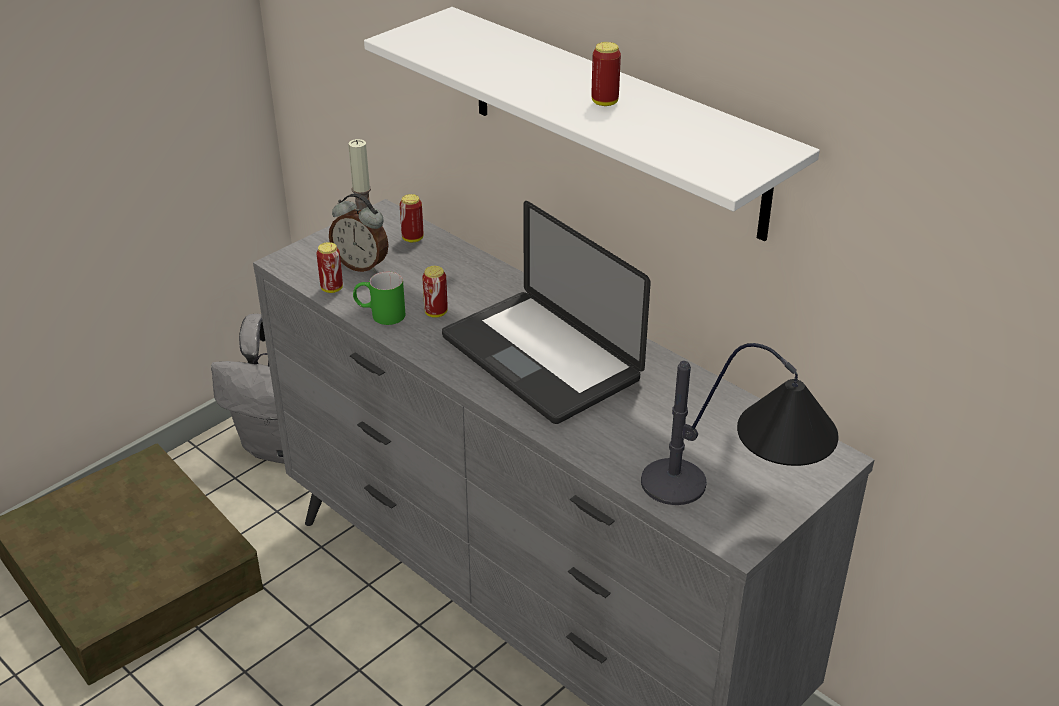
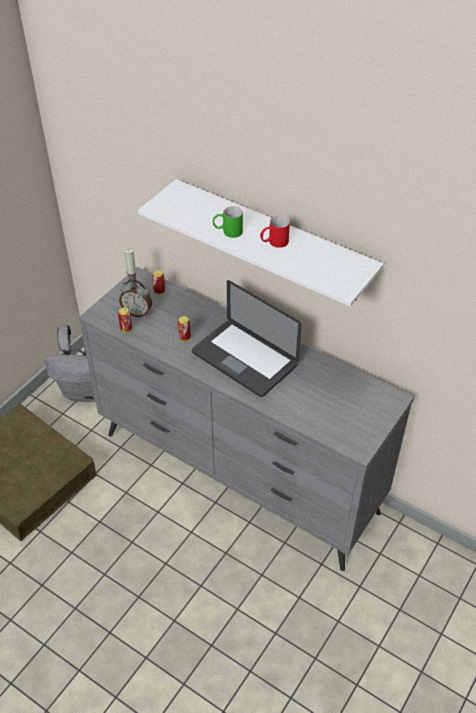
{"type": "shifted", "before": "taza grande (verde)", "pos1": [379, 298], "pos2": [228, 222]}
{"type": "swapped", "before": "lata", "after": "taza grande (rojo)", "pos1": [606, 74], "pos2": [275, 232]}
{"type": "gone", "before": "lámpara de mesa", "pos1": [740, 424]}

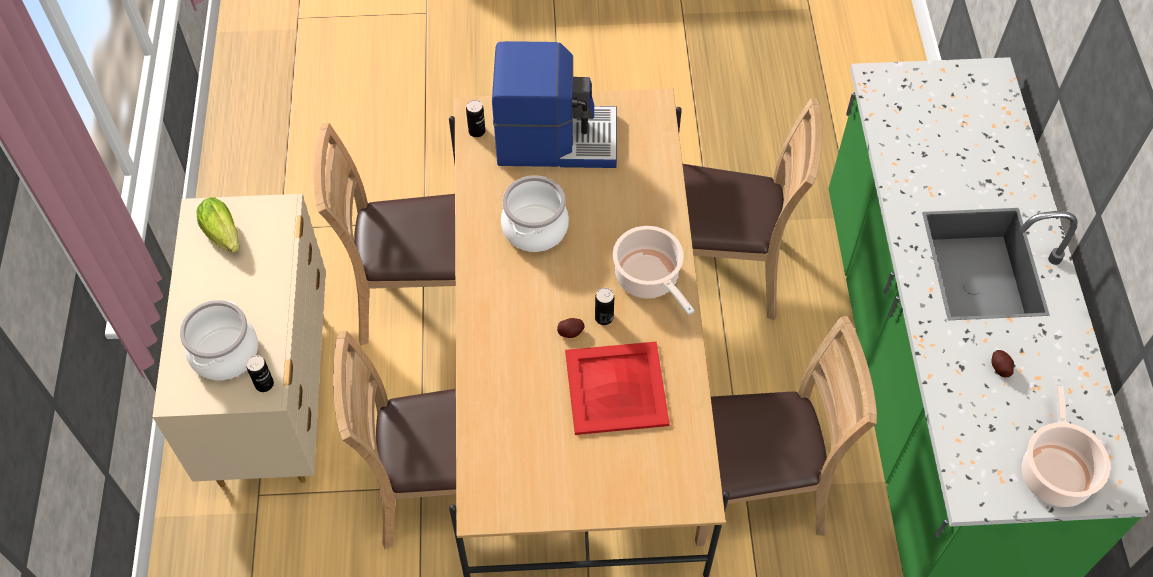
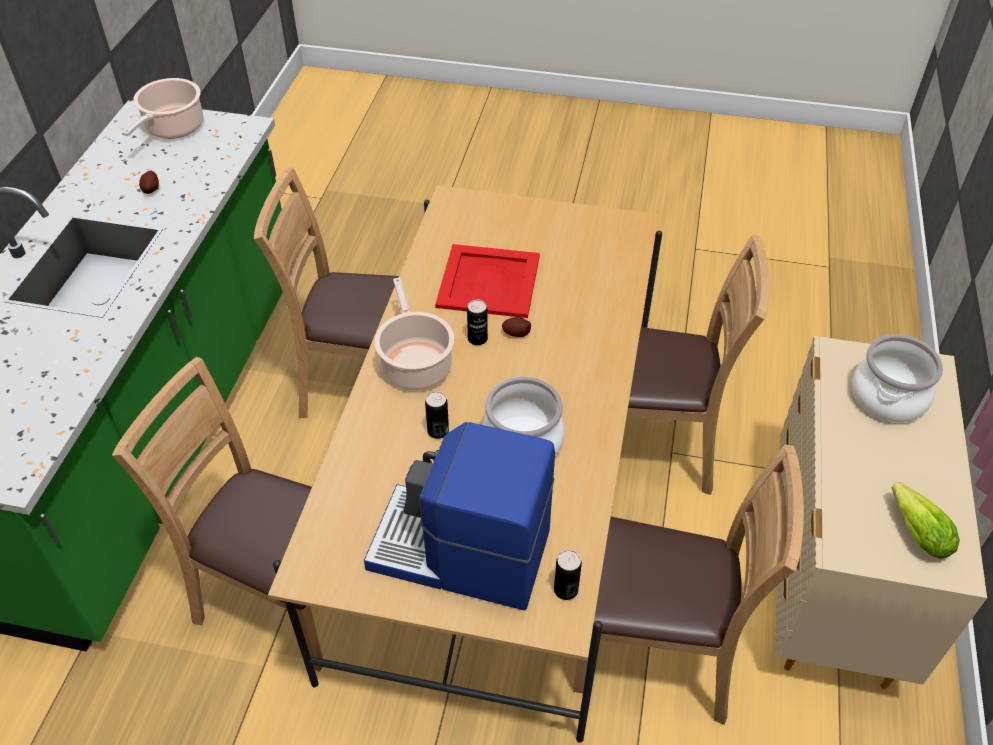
{"type": "shifted", "before": "lata", "pos1": [260, 373], "pos2": [437, 415]}

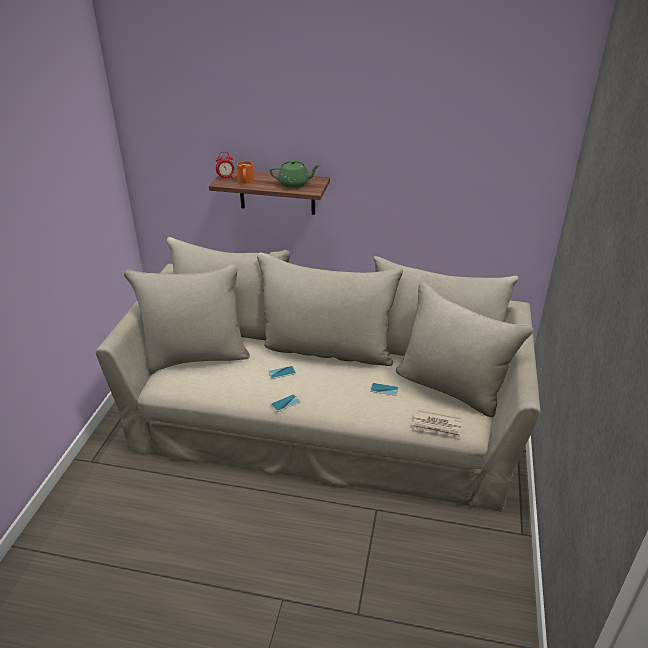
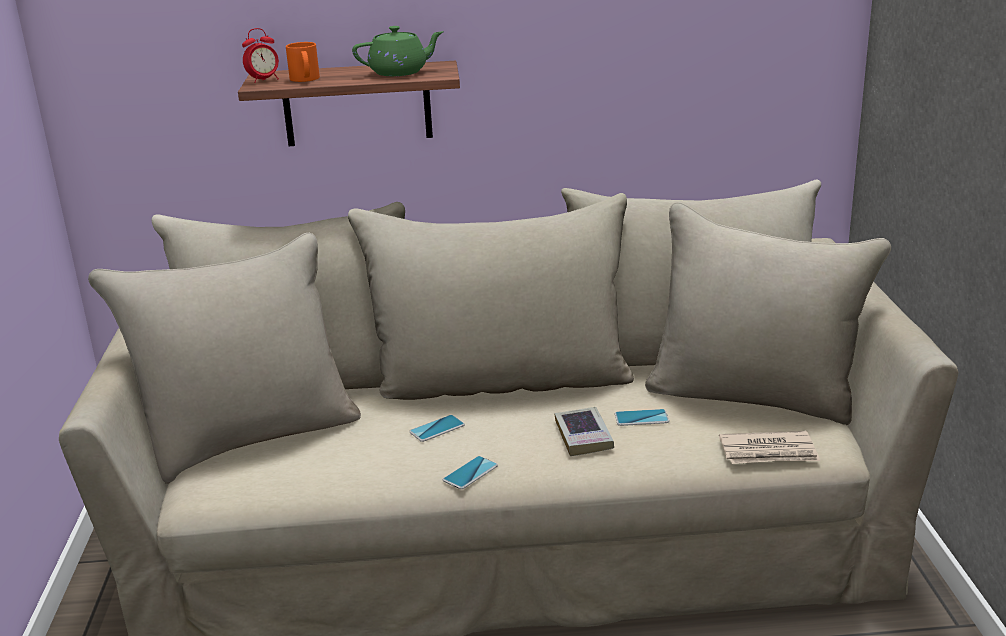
{"type": "new", "after": "libro", "pos2": [584, 431]}

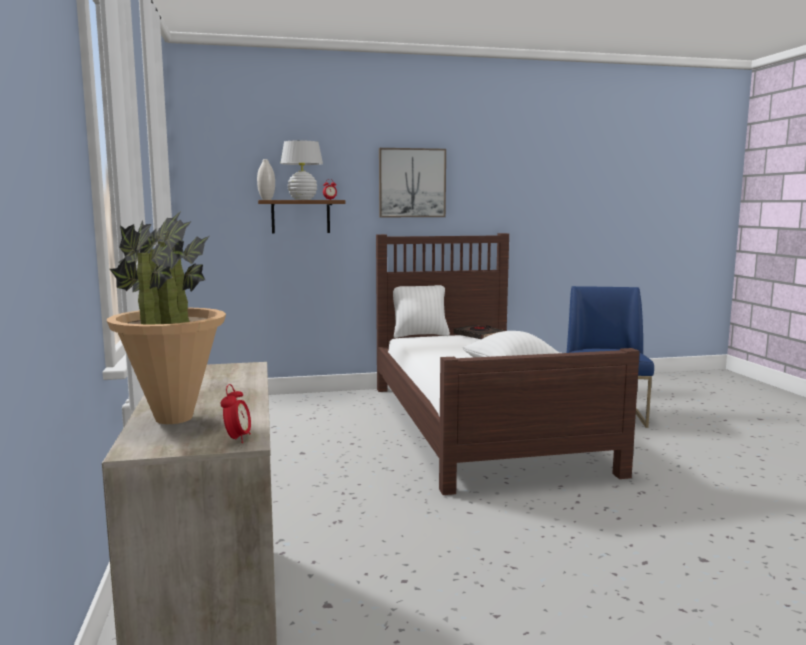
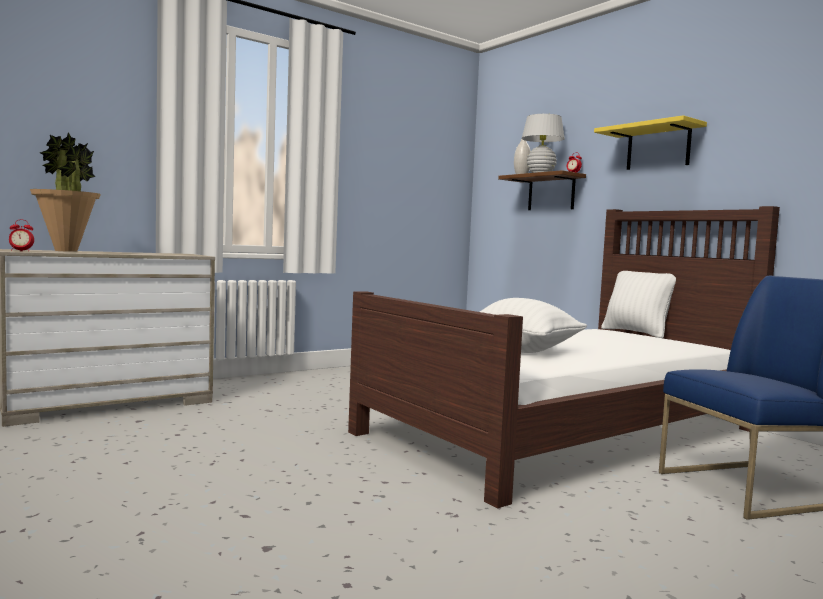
{"type": "swapped", "before": "cuadro", "after": "estante (amarillo)", "pos1": [412, 182], "pos2": [650, 142]}
{"type": "gone", "before": "libro (negro)", "pos1": [479, 332]}

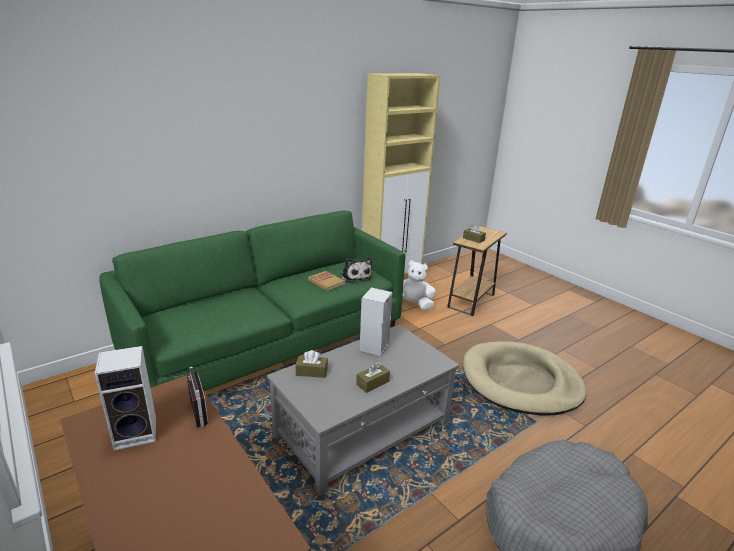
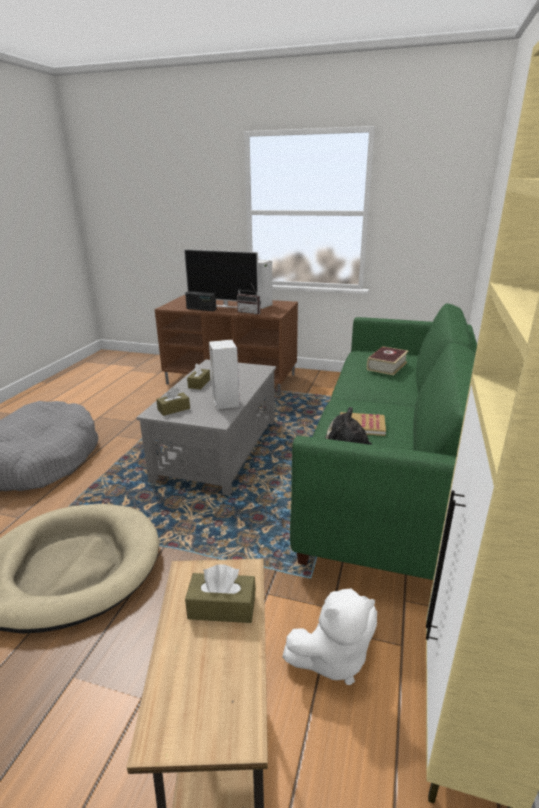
{"type": "shifted", "before": "caja de pañuelos (marrón)", "pos1": [311, 364], "pos2": [173, 401]}
{"type": "new", "after": "televisor", "pos2": [221, 278]}
{"type": "new", "after": "radio", "pos2": [200, 301]}
{"type": "new", "after": "libro", "pos2": [387, 360]}

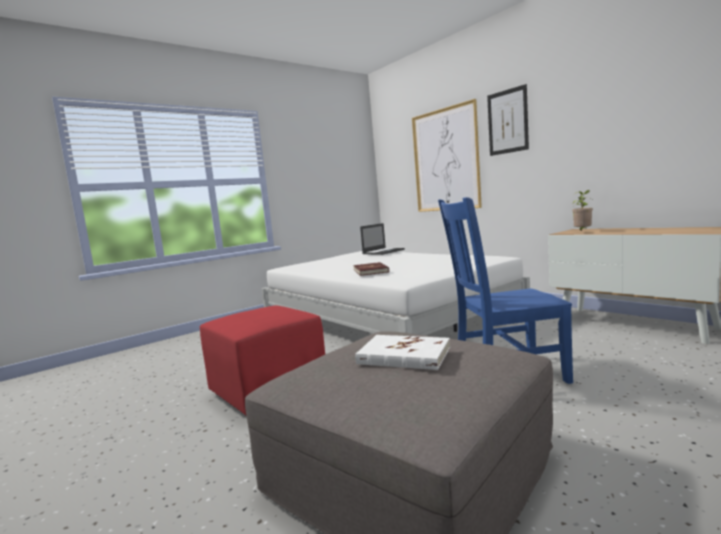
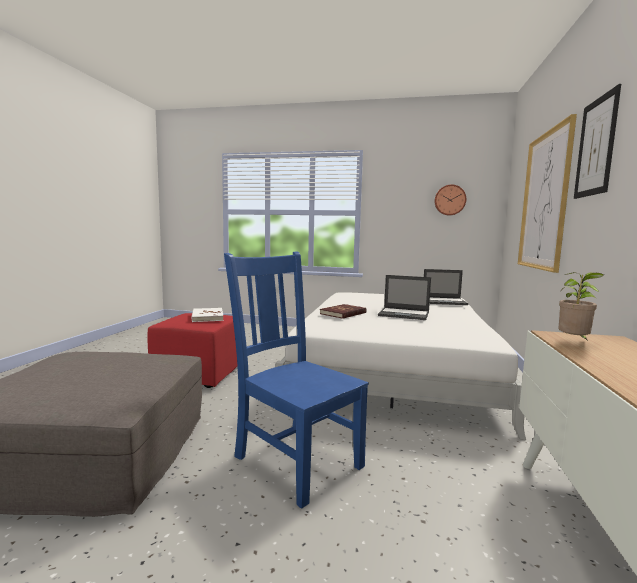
{"type": "shifted", "before": "libro (blanco)", "pos1": [402, 352], "pos2": [207, 315]}
{"type": "new", "after": "portátil", "pos2": [404, 297]}
{"type": "new", "after": "reloj de pared", "pos2": [450, 200]}

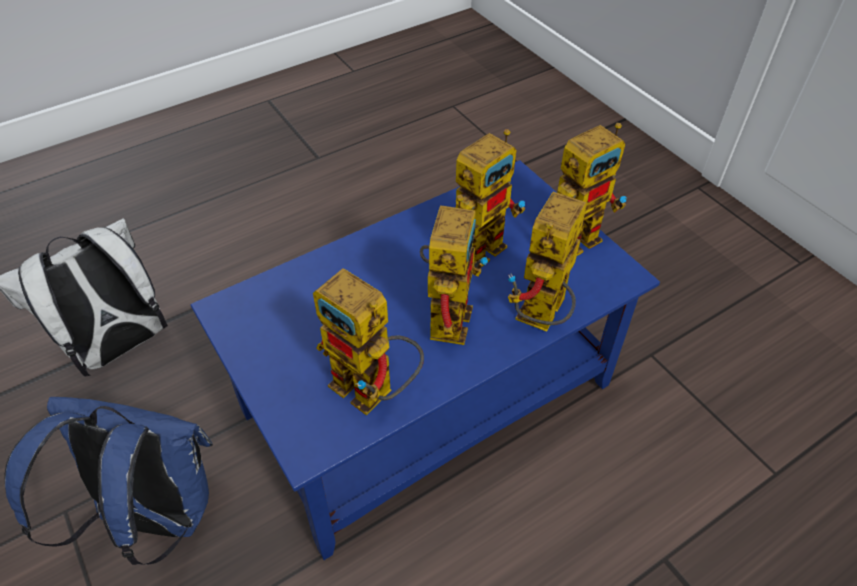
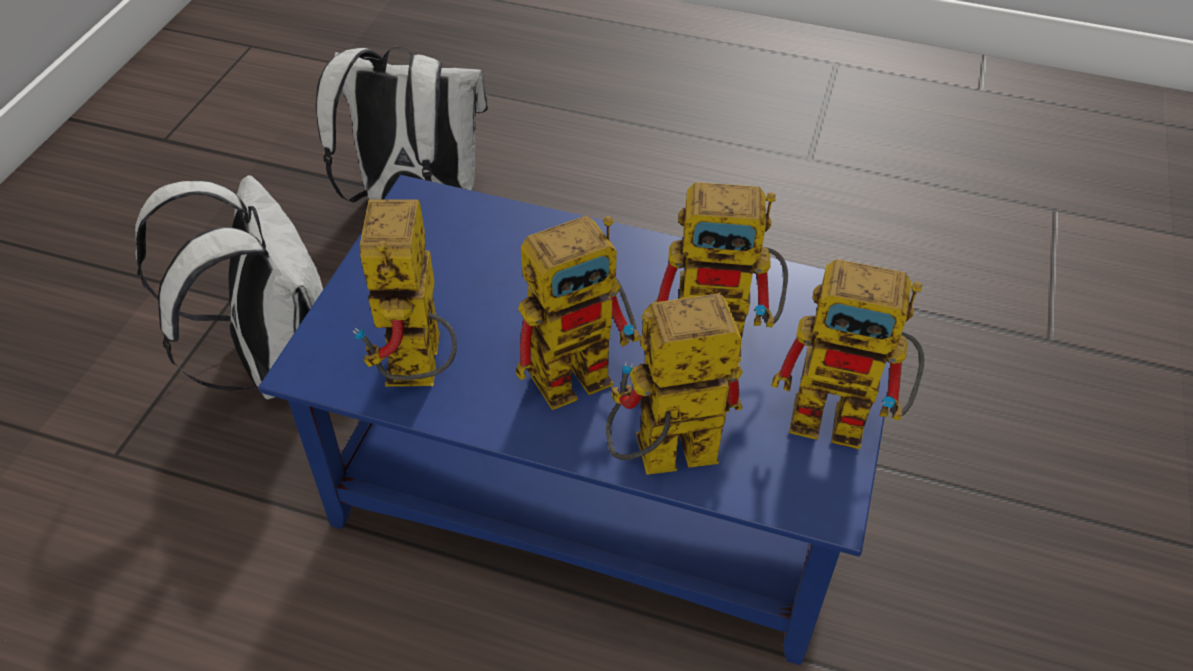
{"type": "repainted", "before": "mochila (azul)", "after": "mochila (blanco)", "pos1": [108, 481], "pos2": [229, 287]}

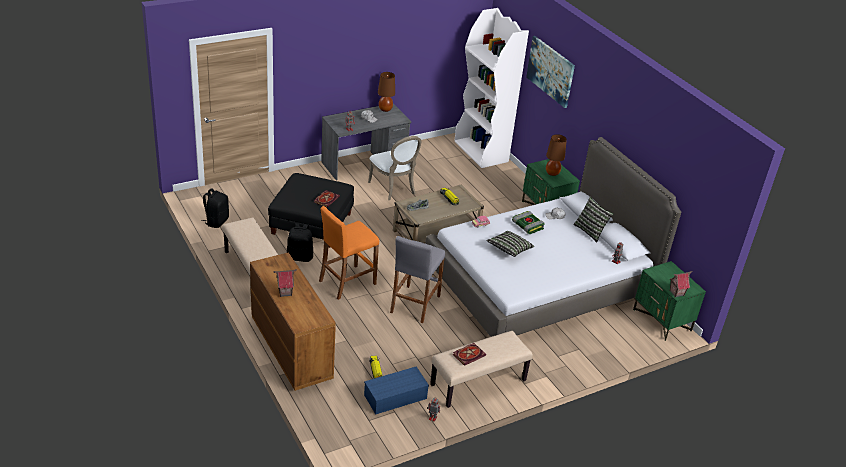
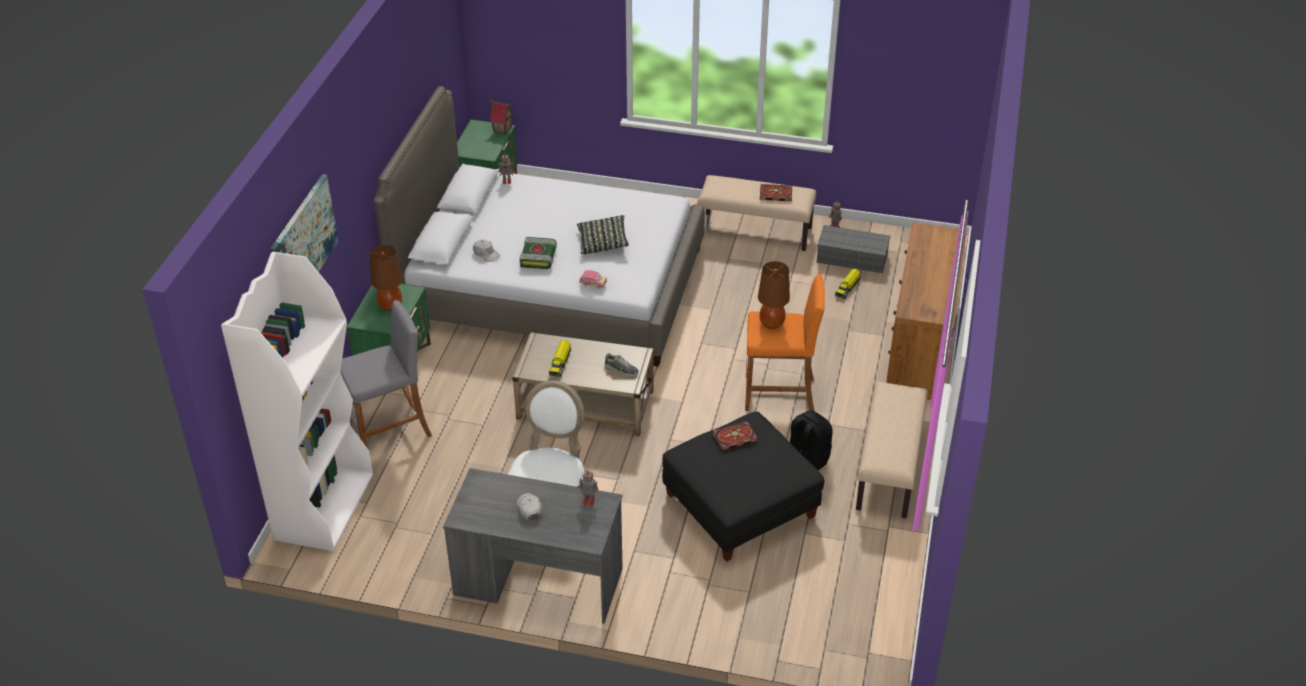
{"type": "shifted", "before": "taburete (gris)", "pos1": [417, 279], "pos2": [386, 373]}
{"type": "shifted", "before": "lámpara de mesa (marrón)", "pos1": [386, 92], "pos2": [774, 295]}
{"type": "repainted", "before": "caja de almacenaje (azul)", "after": "caja de almacenaje (gris)", "pos1": [396, 390], "pos2": [853, 249]}
{"type": "gone", "before": "mochila (negro)", "pos1": [215, 208]}
{"type": "gone", "before": "casita", "pos1": [285, 283]}
{"type": "gone", "before": "cojín", "pos1": [593, 220]}

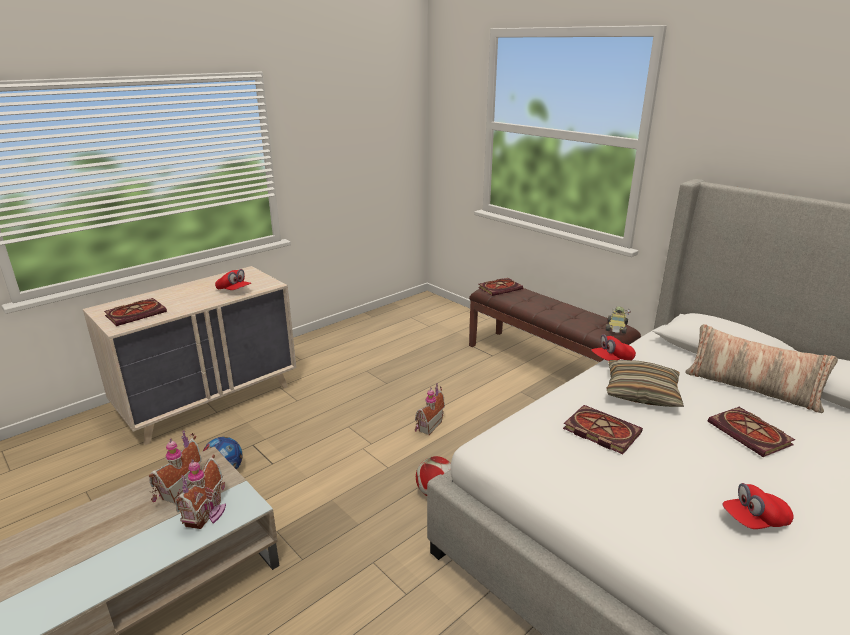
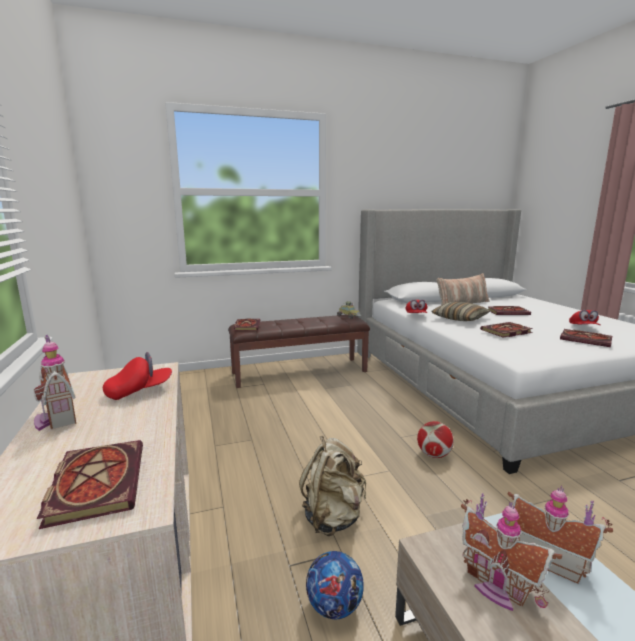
{"type": "shifted", "before": "casita", "pos1": [430, 409], "pos2": [54, 383]}
{"type": "new", "after": "mochila (beis)", "pos2": [332, 486]}
{"type": "new", "after": "libro", "pos2": [586, 338]}

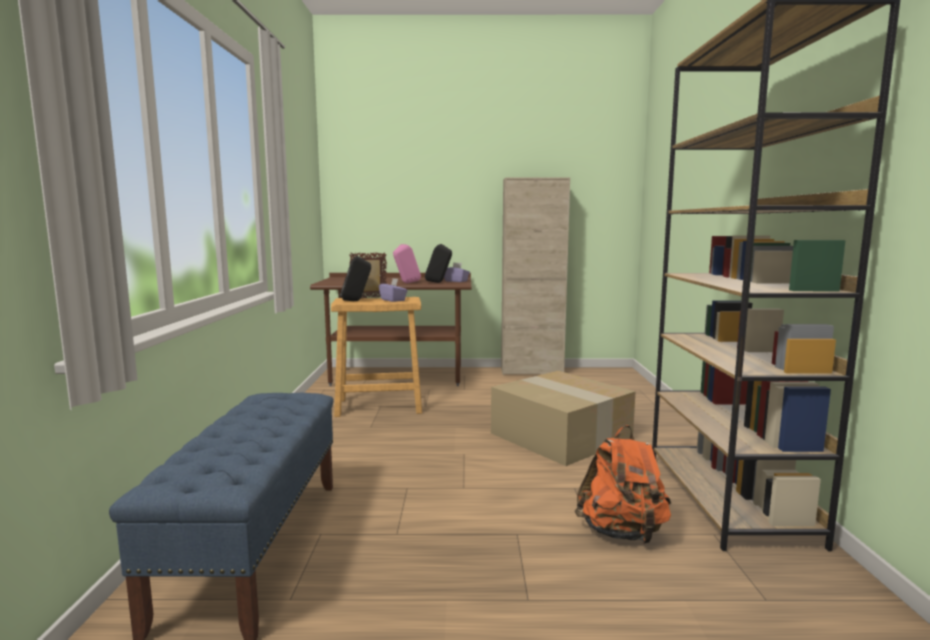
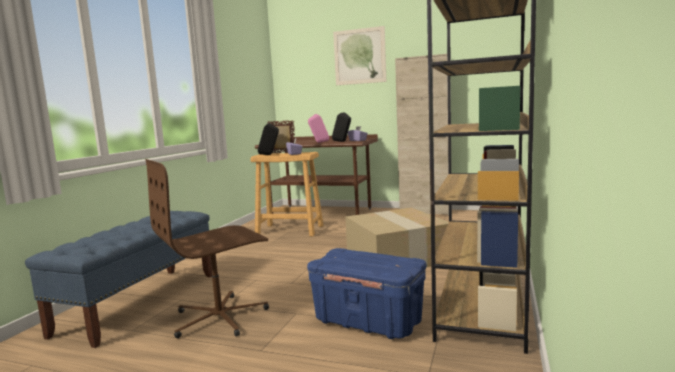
{"type": "new", "after": "silla de oficina (marrón)", "pos2": [207, 248]}
{"type": "swapped", "before": "mochila (naranja)", "after": "caja de almacenaje (azul)", "pos1": [623, 484], "pos2": [366, 293]}
{"type": "new", "after": "cuadro", "pos2": [359, 55]}

